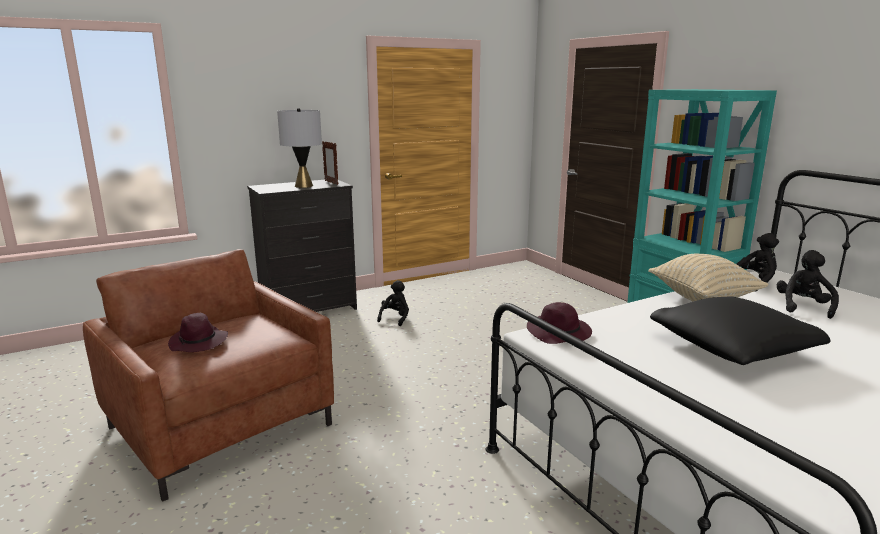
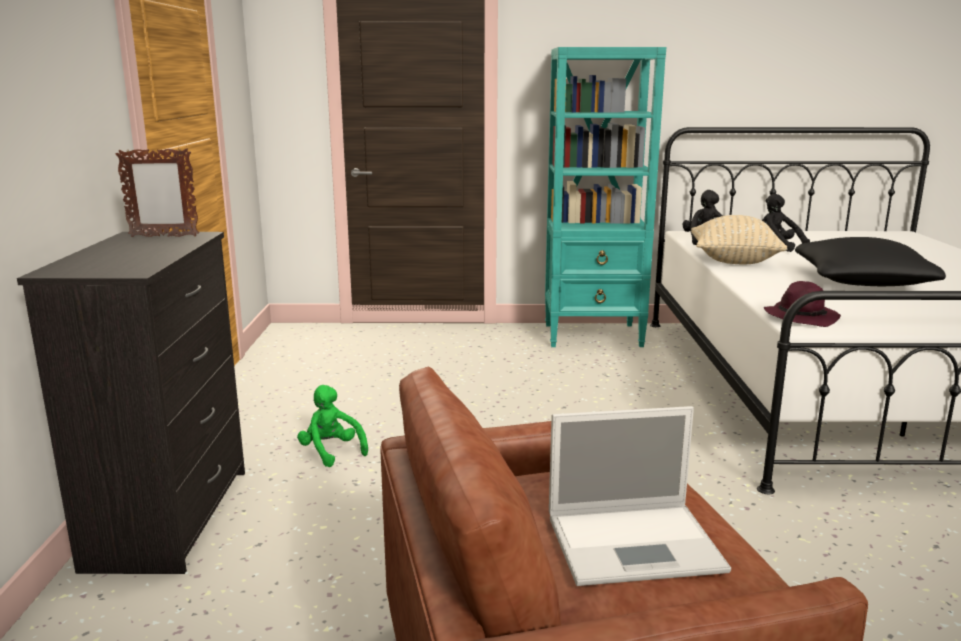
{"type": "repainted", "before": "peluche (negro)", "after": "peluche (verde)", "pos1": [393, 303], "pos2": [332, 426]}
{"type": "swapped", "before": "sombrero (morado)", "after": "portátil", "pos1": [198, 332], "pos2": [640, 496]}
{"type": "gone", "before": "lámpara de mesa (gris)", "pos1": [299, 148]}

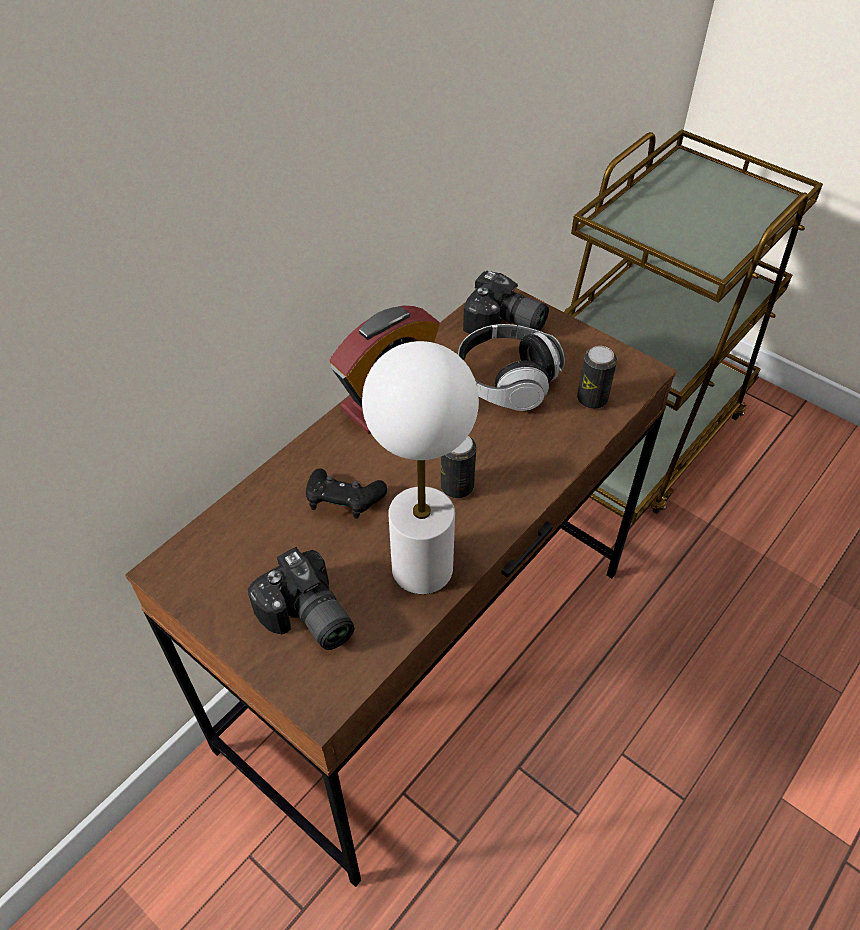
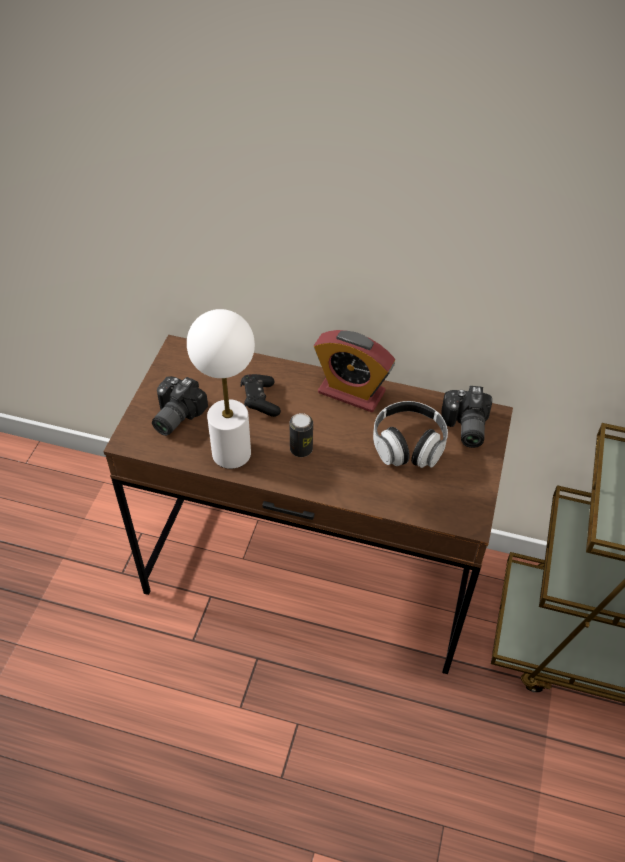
{"type": "gone", "before": "lata", "pos1": [597, 377]}

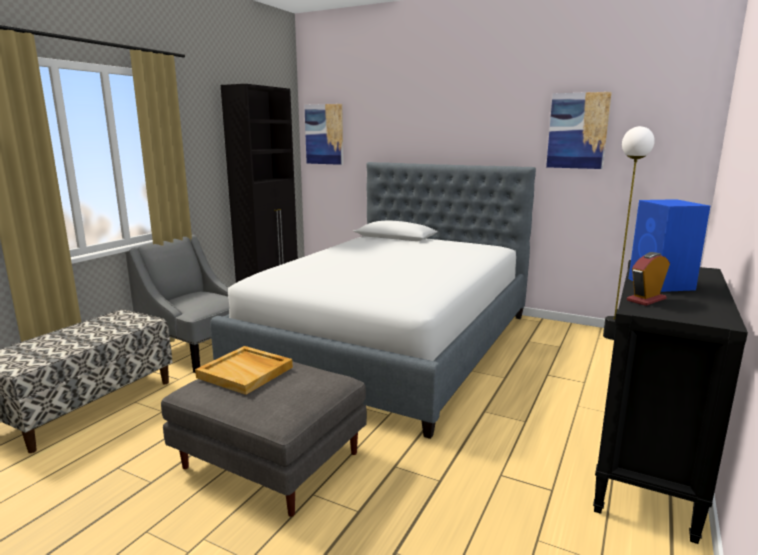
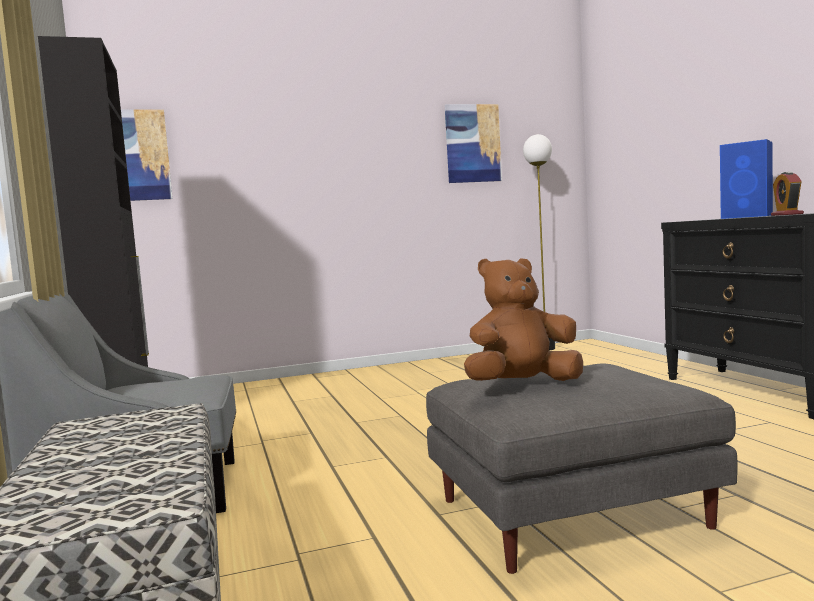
{"type": "swapped", "before": "bandeja (beis)", "after": "peluche (marrón)", "pos1": [244, 370], "pos2": [523, 319]}
{"type": "gone", "before": "cama", "pos1": [373, 300]}

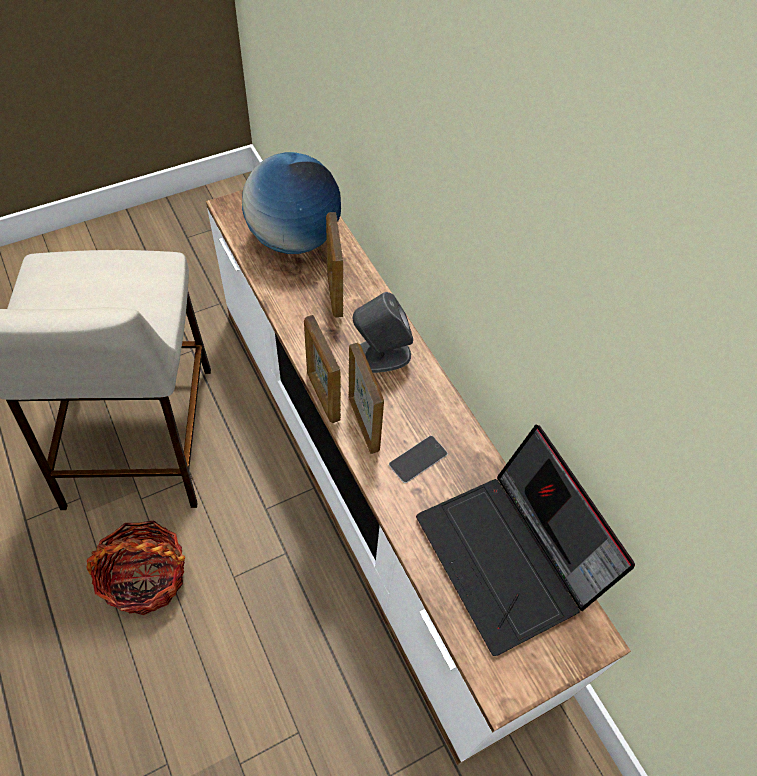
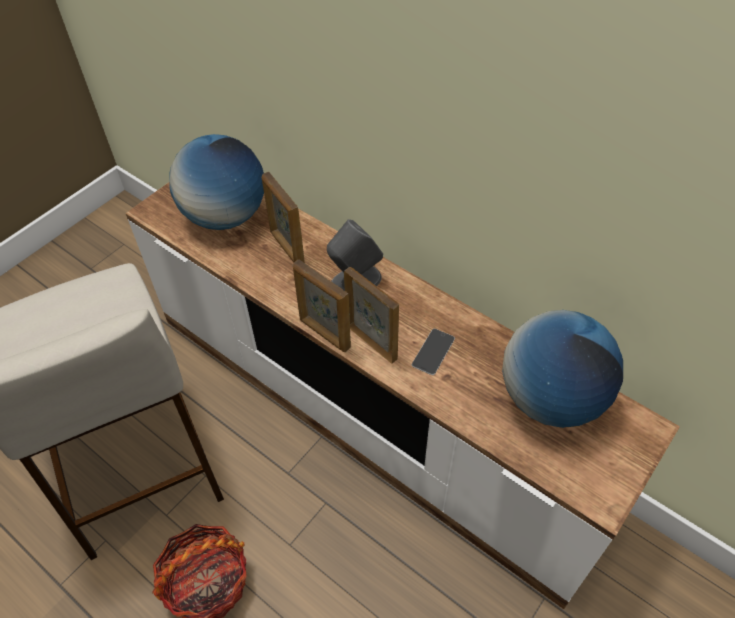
{"type": "swapped", "before": "portátil", "after": "globo terráqueo", "pos1": [525, 540], "pos2": [562, 369]}

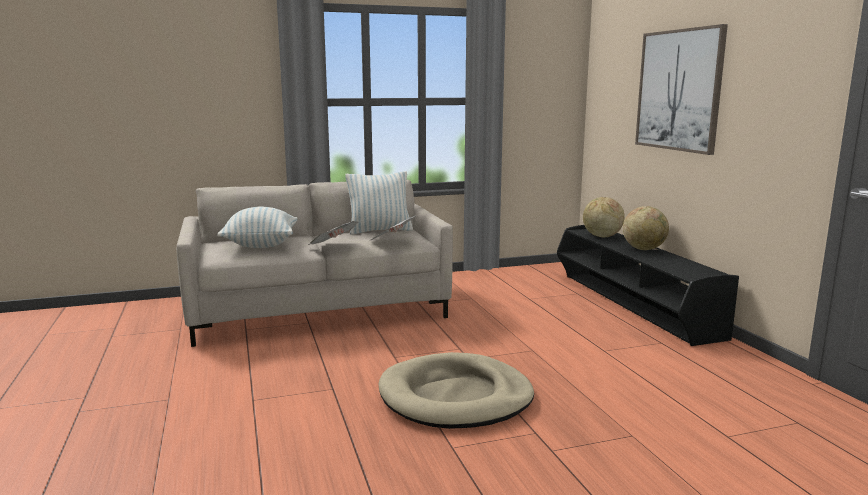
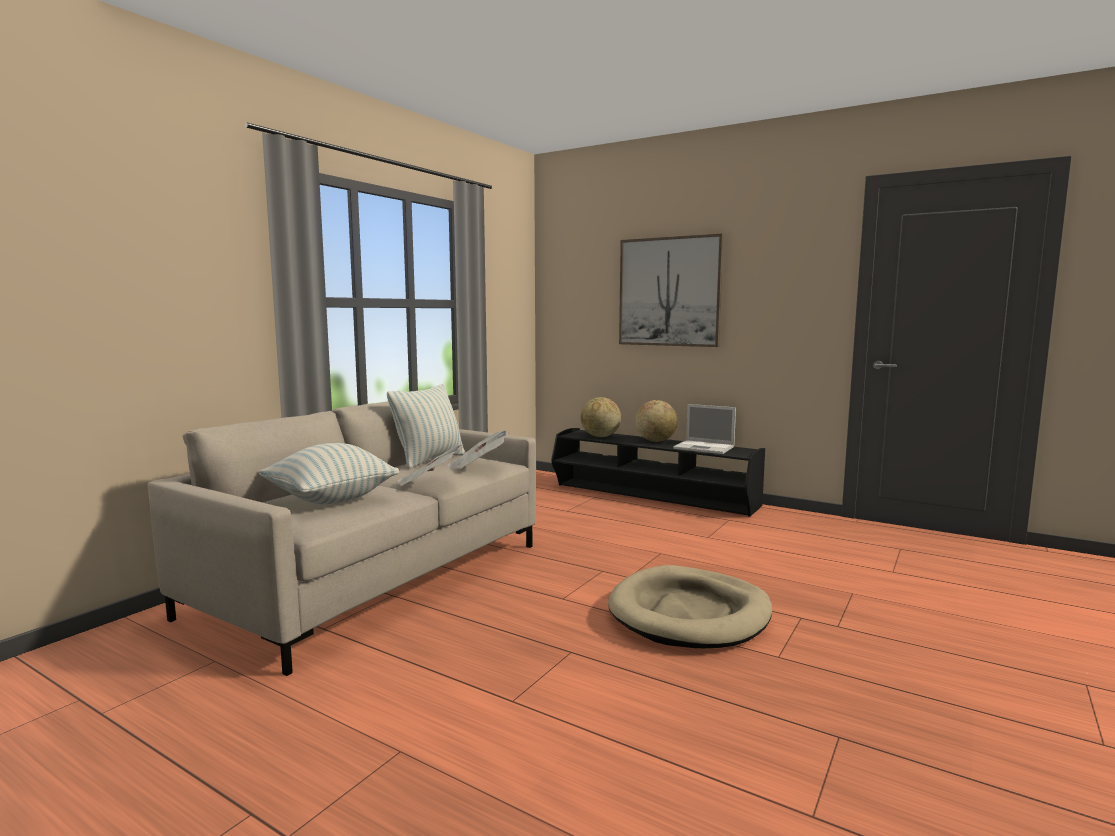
{"type": "new", "after": "portátil", "pos2": [704, 429]}

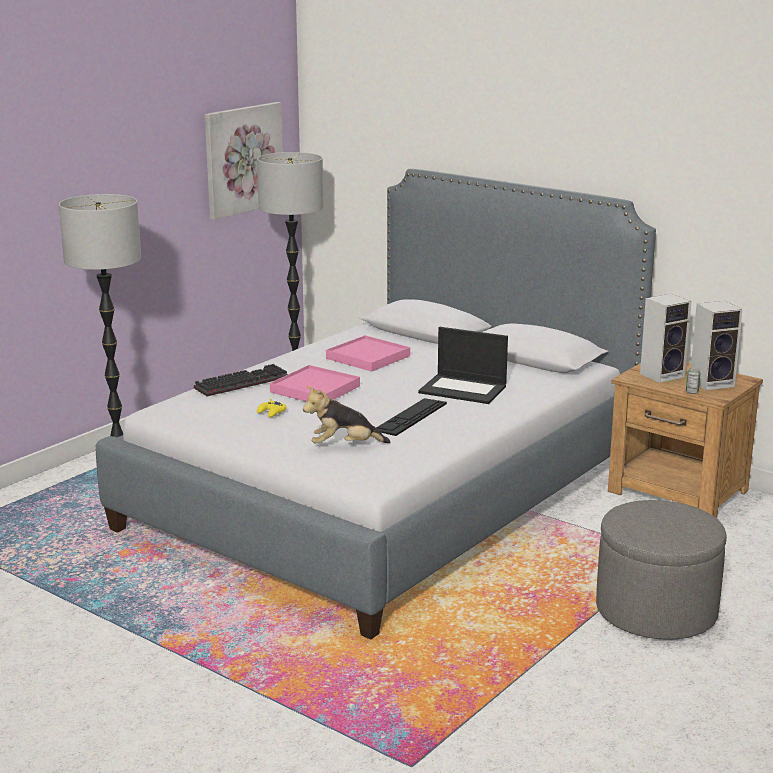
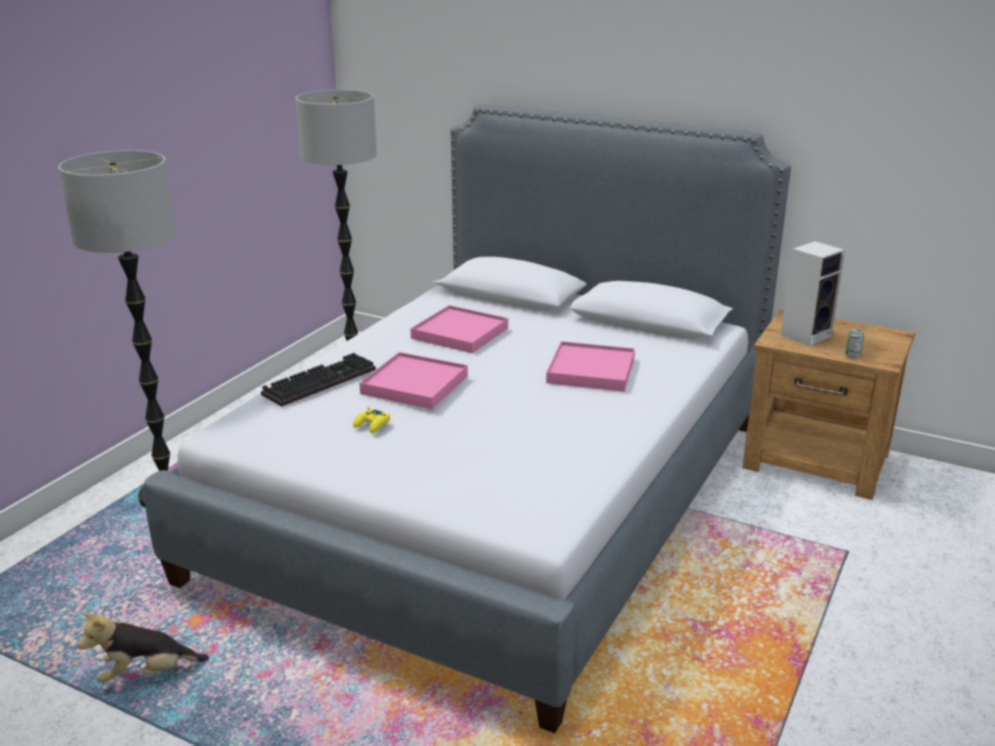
{"type": "shifted", "before": "peluche", "pos1": [347, 415], "pos2": [143, 647]}
{"type": "swapped", "before": "portátil", "after": "bandeja (rosa)", "pos1": [463, 365], "pos2": [590, 366]}
{"type": "gone", "before": "cuadro", "pos1": [244, 161]}
{"type": "gone", "before": "teclado", "pos1": [411, 417]}
{"type": "gone", "before": "puf (gris)", "pos1": [661, 570]}
{"type": "gone", "before": "altavoz", "pos1": [717, 345]}

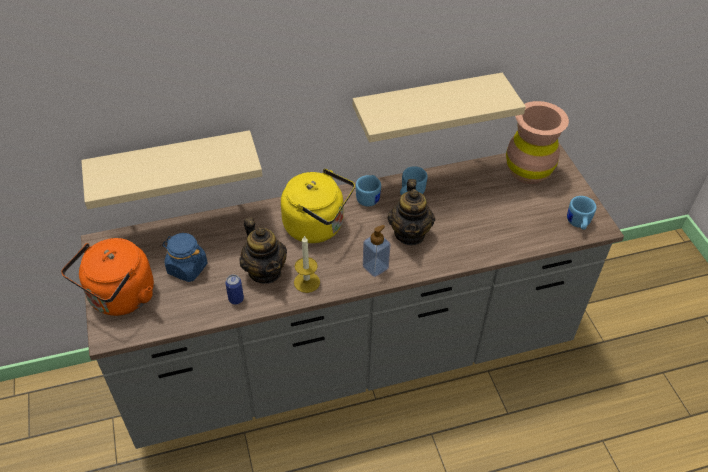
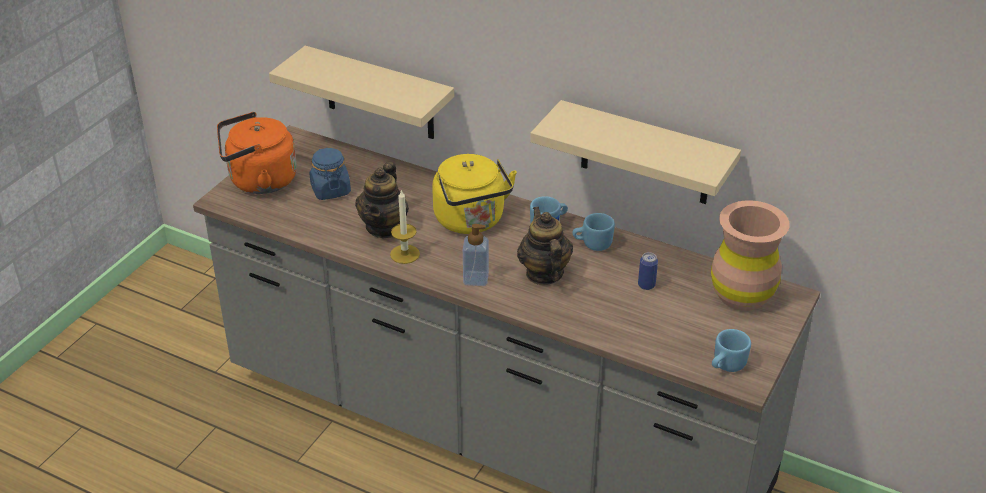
{"type": "rotated", "before": "tetera", "pos1": [411, 212], "pos2": [545, 246], "turn": 120}
{"type": "shifted", "before": "lata", "pos1": [234, 289], "pos2": [648, 271]}

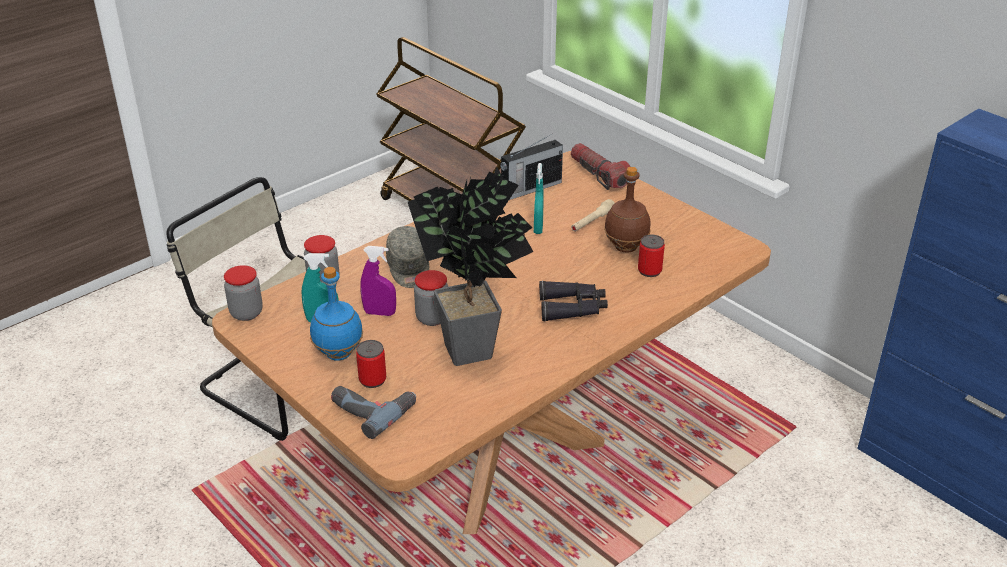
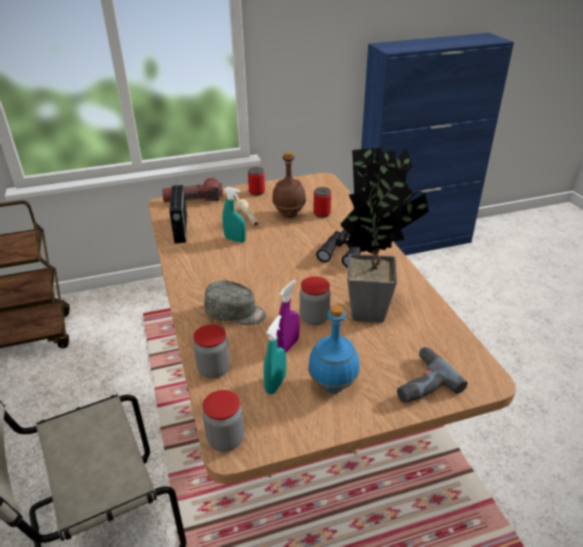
{"type": "shifted", "before": "lata", "pos1": [371, 364], "pos2": [256, 181]}

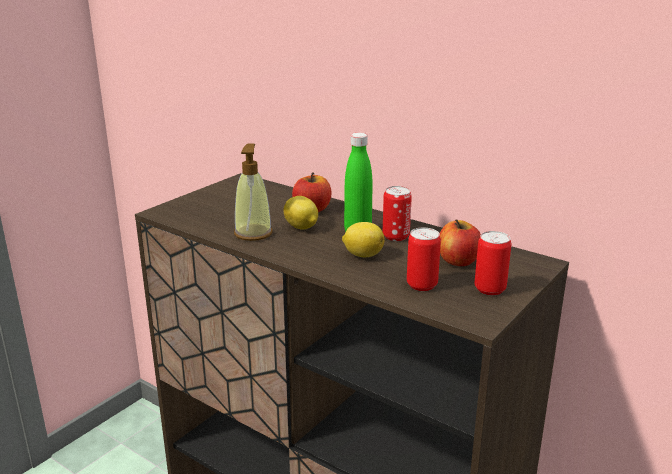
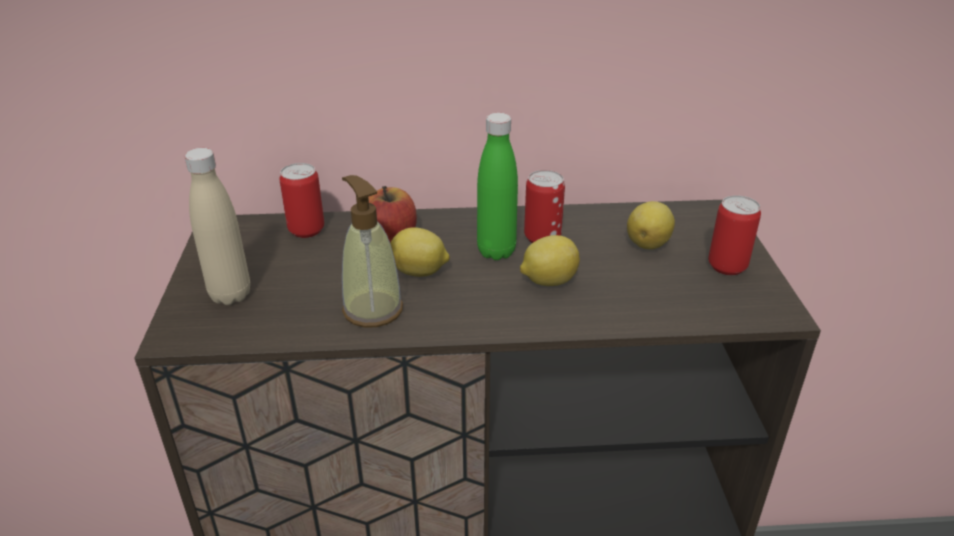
{"type": "new", "after": "botella (beis)", "pos2": [217, 226]}
{"type": "shifted", "before": "lata", "pos1": [424, 259], "pos2": [301, 200]}
{"type": "swapped", "before": "manzana", "after": "limón", "pos1": [460, 242], "pos2": [651, 225]}

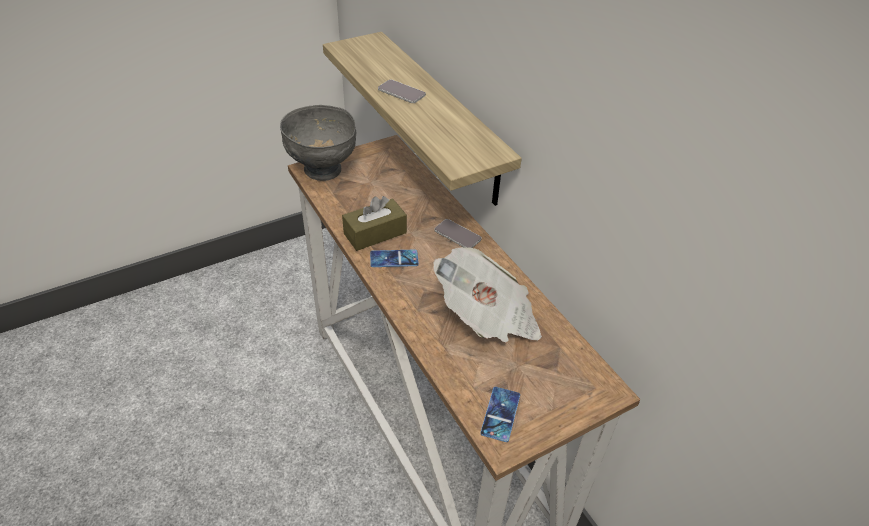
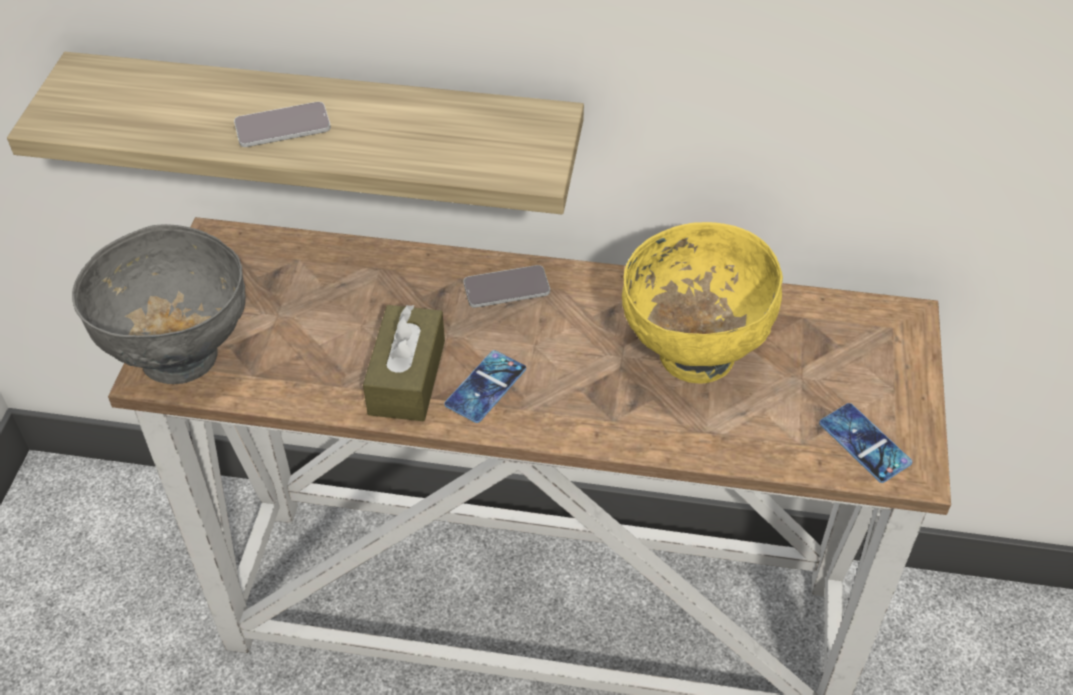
{"type": "swapped", "before": "periódico", "after": "cuenco (amarillo)", "pos1": [487, 295], "pos2": [702, 303]}

